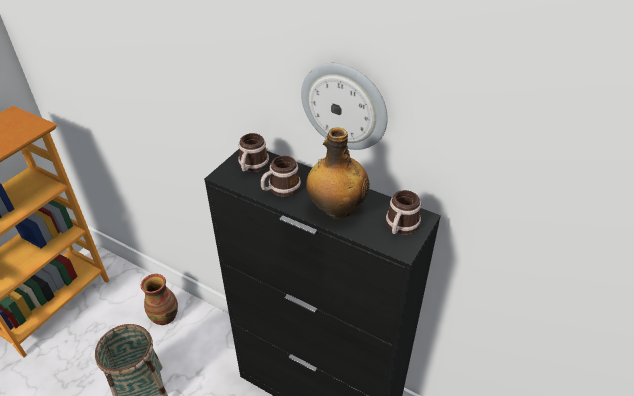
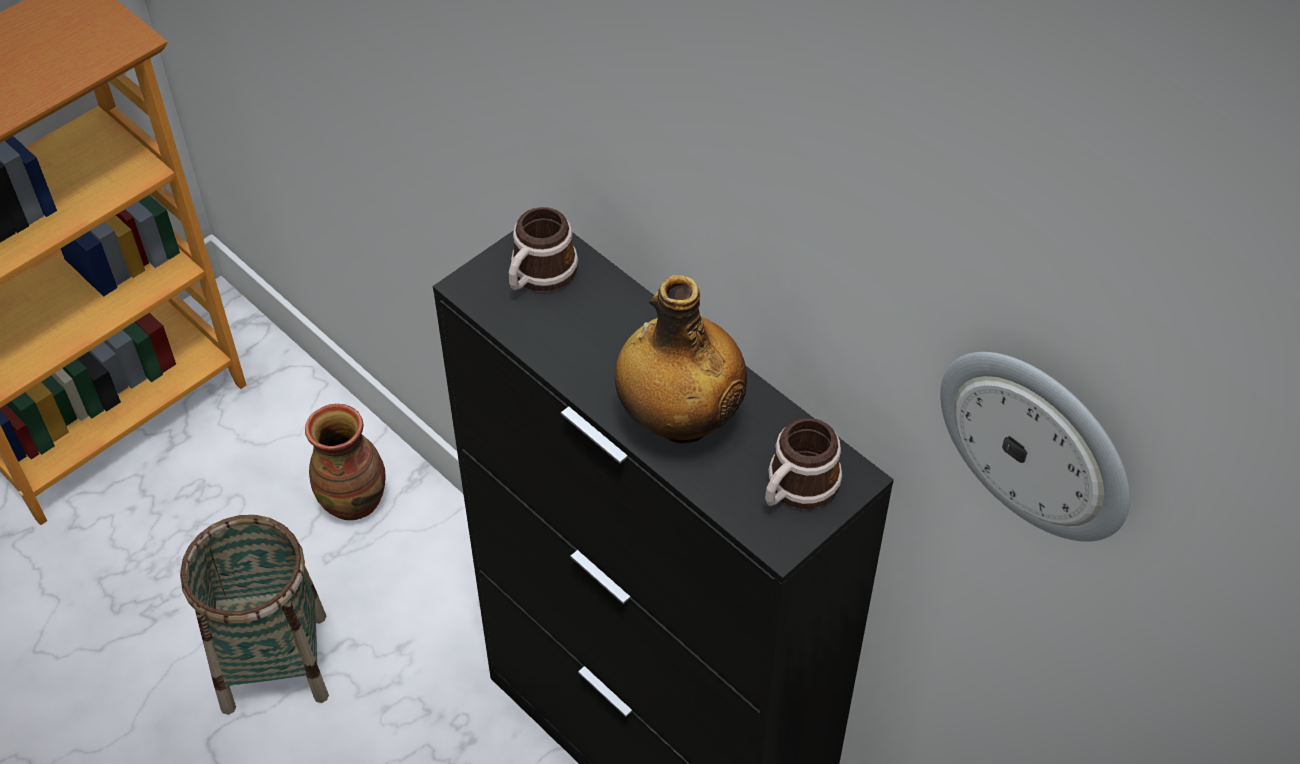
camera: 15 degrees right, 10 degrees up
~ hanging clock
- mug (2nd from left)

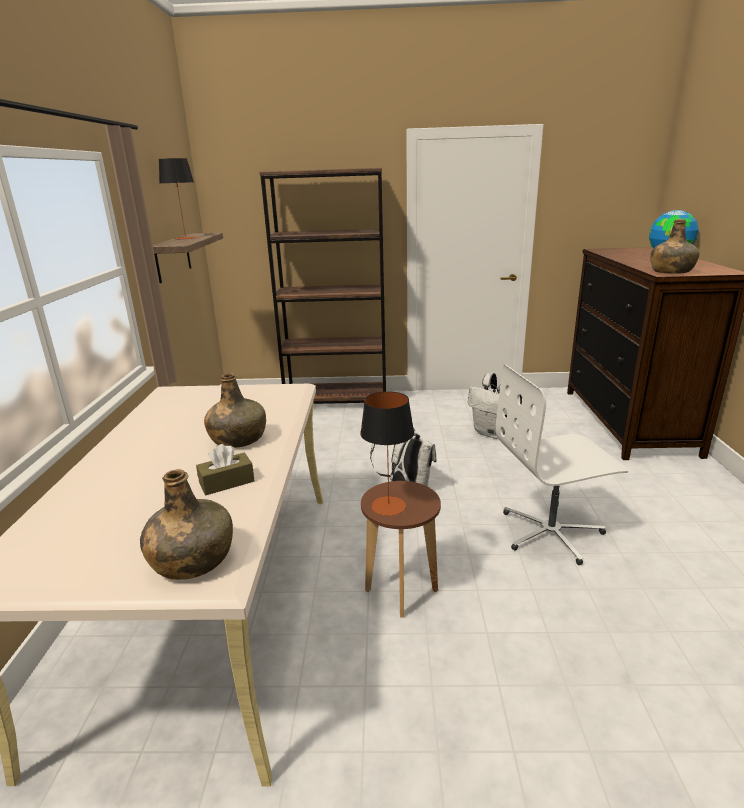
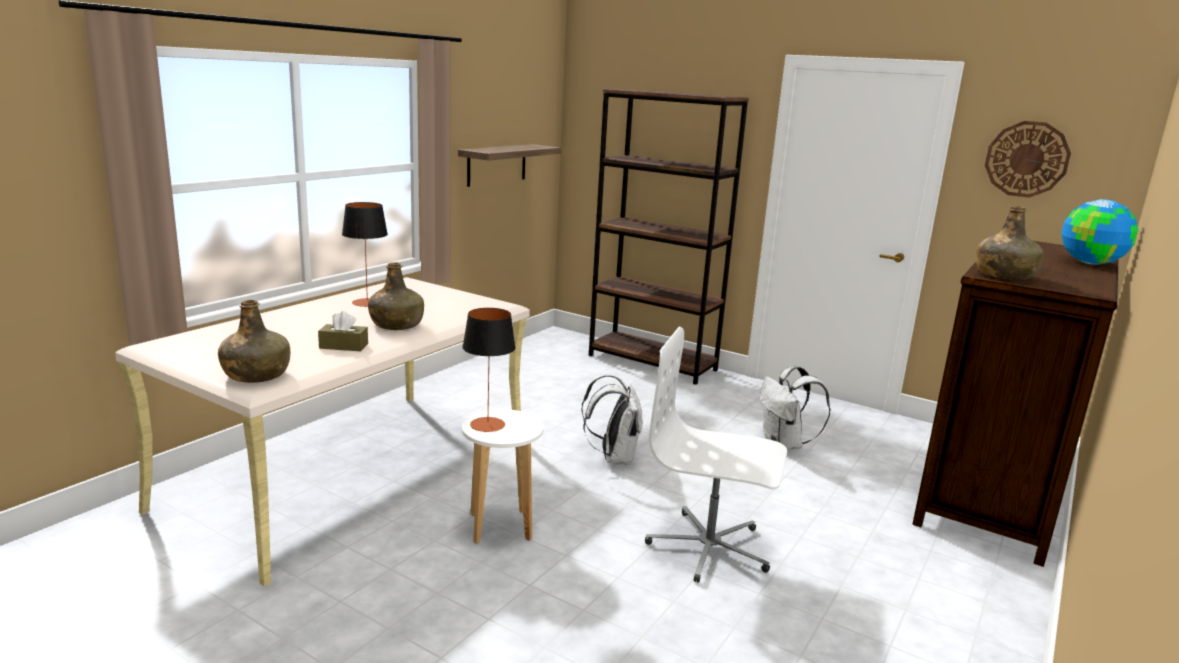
camera: 30 degrees right, 5 degrees down
~ lamp for a table (1st from left)
~ brown-coloured stool to white stool
+ hanging clock

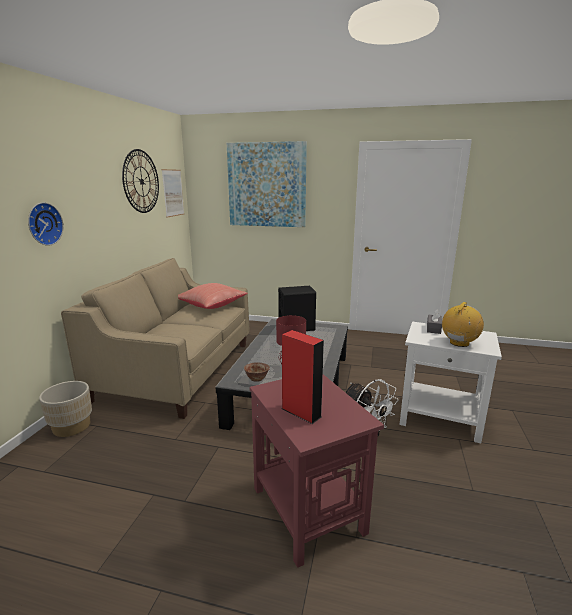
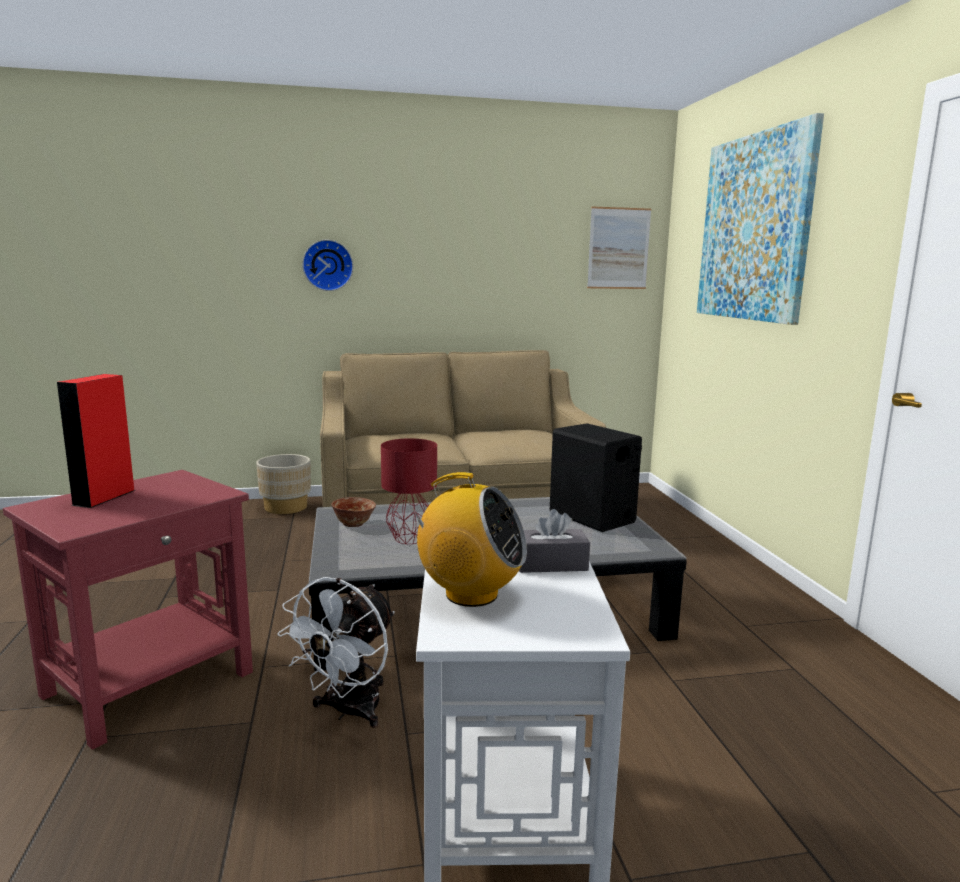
camera: 65 degrees right, 5 degrees down
- hanging clock (2nd from left)
- red-coloured cushion

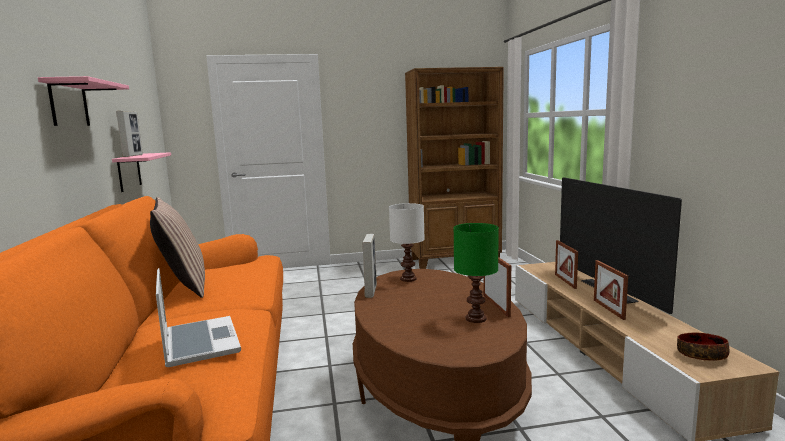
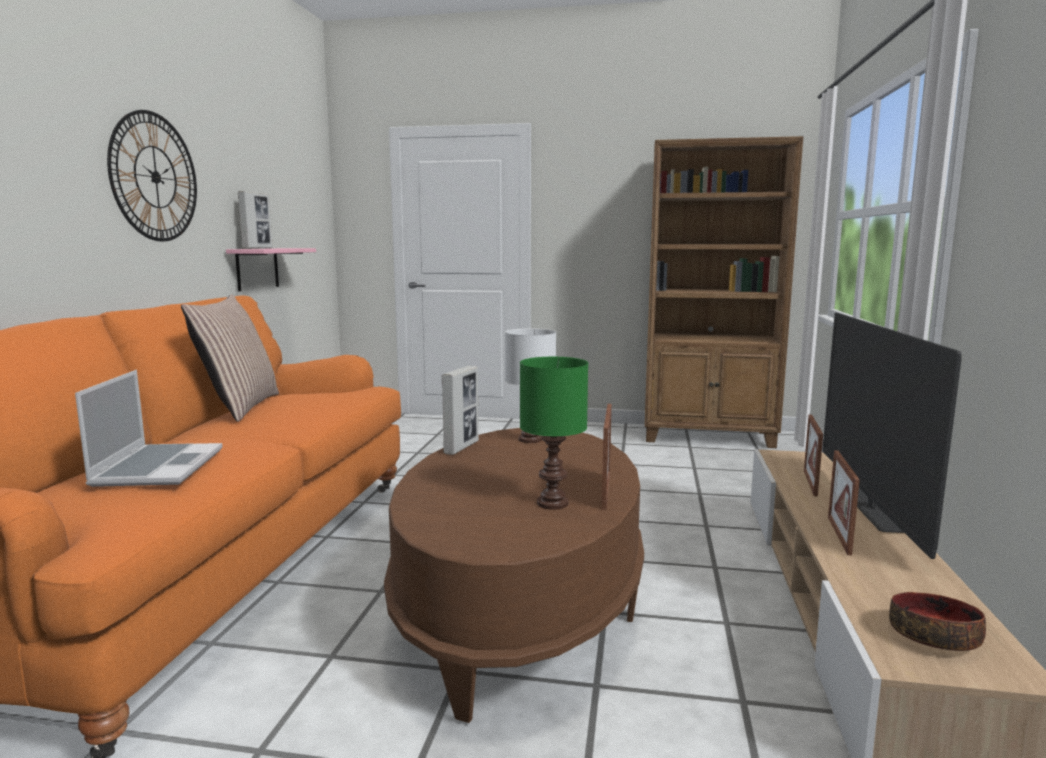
camera: 20 degrees right, 0 degrees up
~ pink shelf (1st from left) to hanging clock

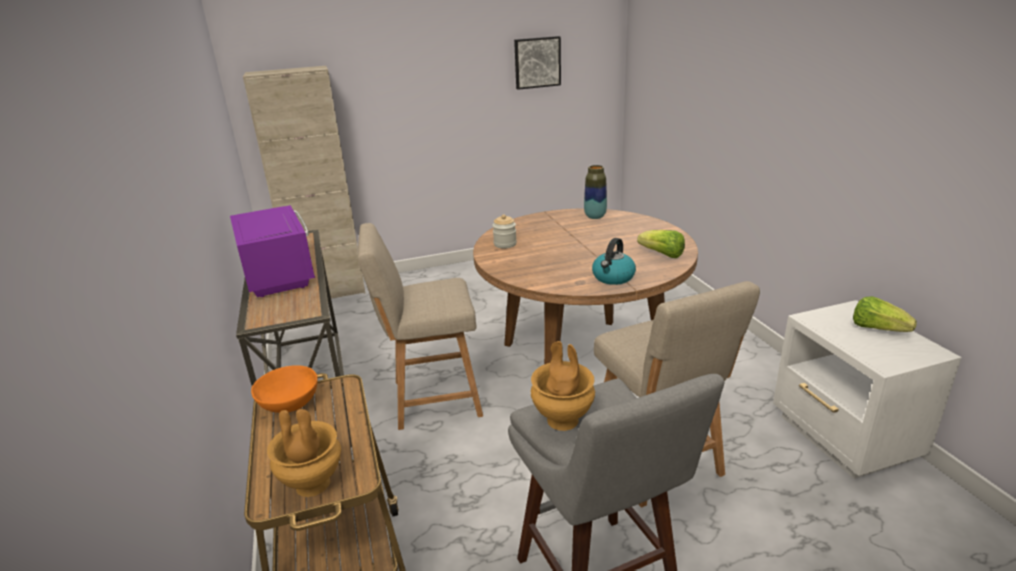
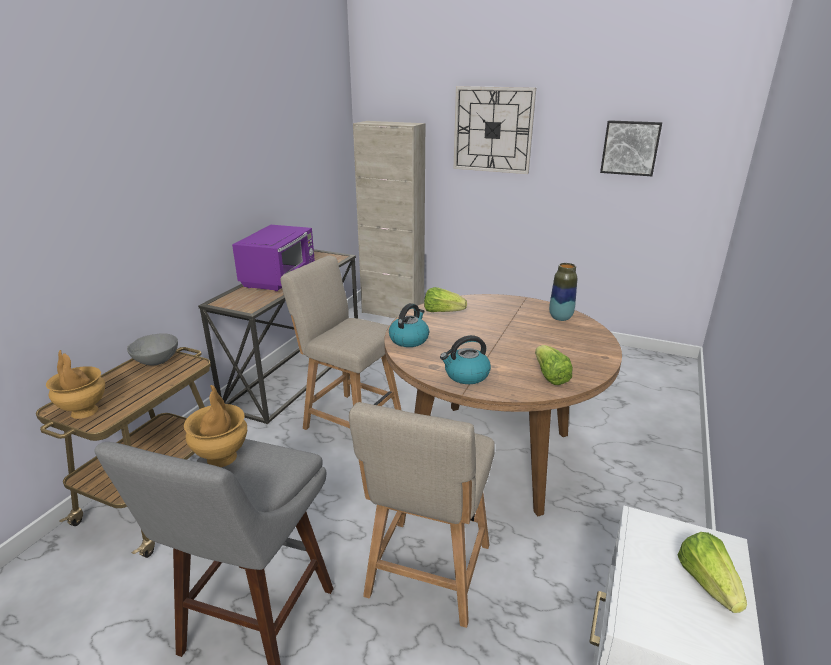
camera: 40 degrees right, 0 degrees up
~ preserve jar to lettuce (1st from left)
~ orangey serving bowl to grey serving bowl
+ hanging clock
+ tea kettle (1st from left)

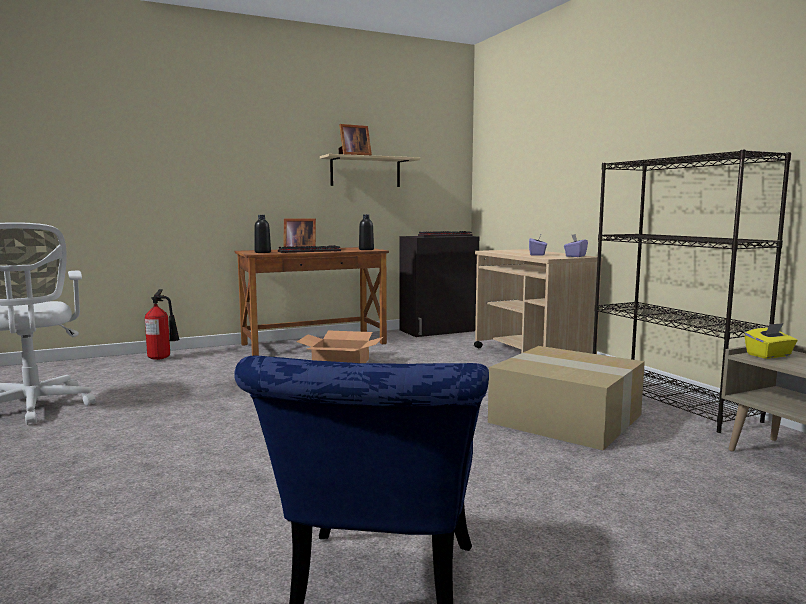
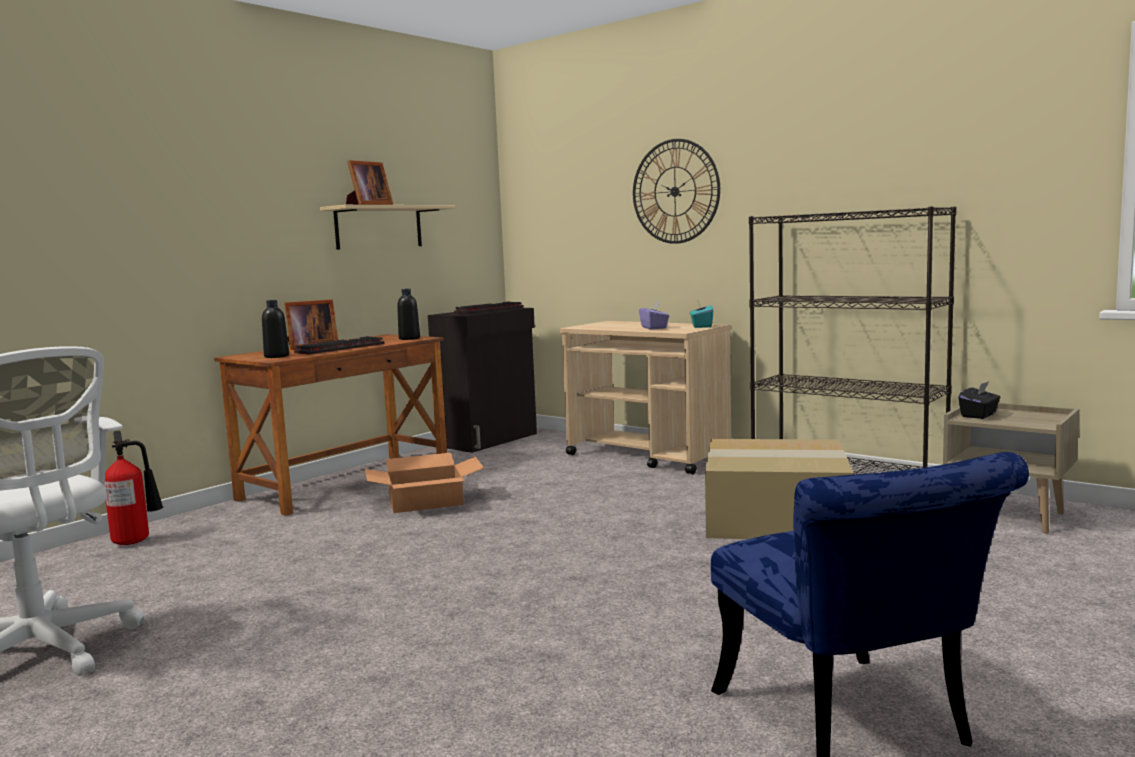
camera: 25 degrees left, 0 degrees up
~ purple-coloured box of tissues (2nd from left) to blue-green box of tissues
~ yellow box of tissues to black box of tissues
+ hanging clock

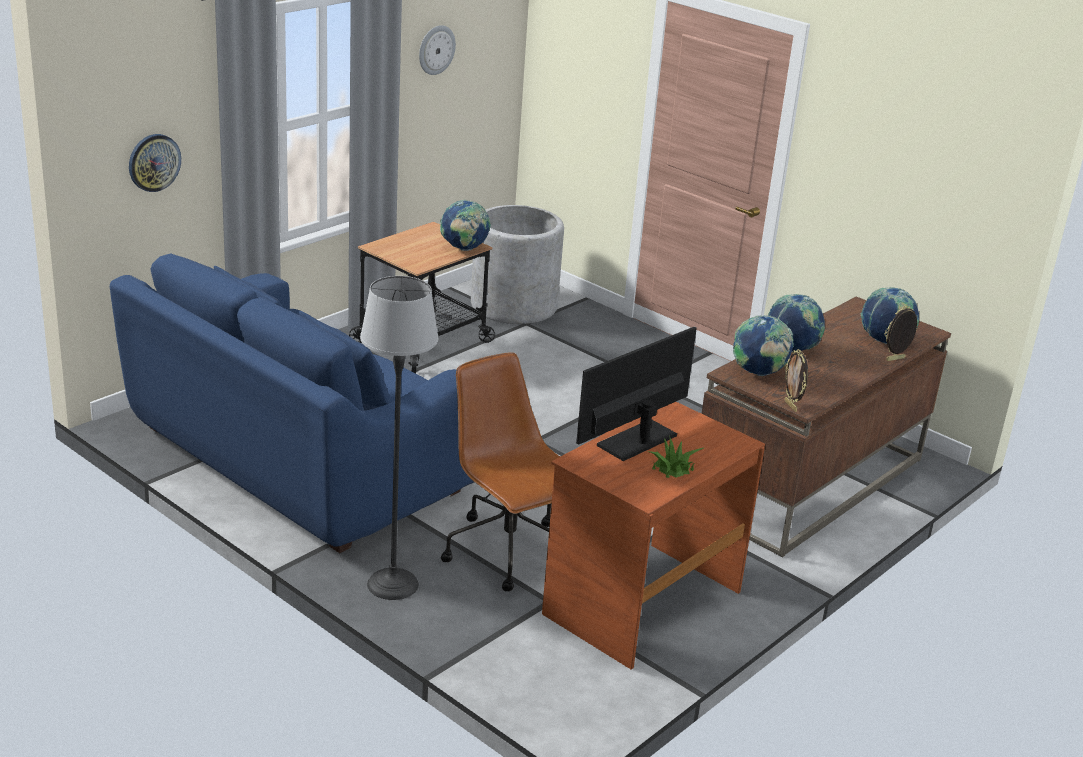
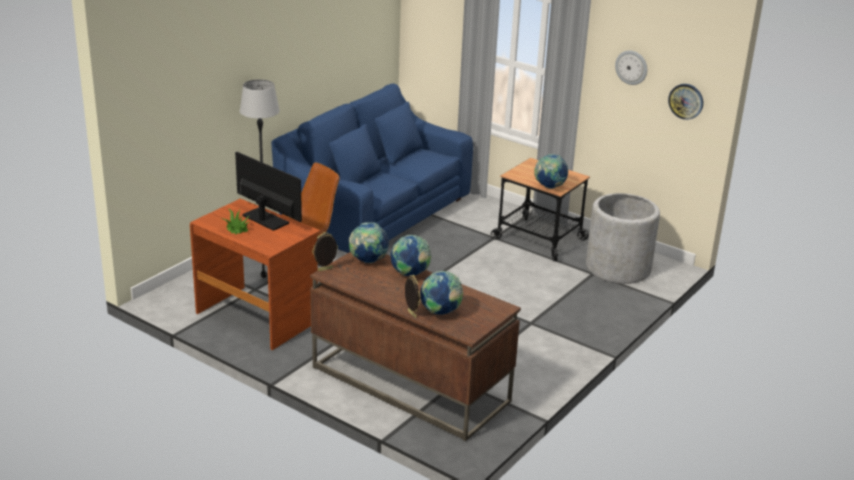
camera: 85 degrees right, 0 degrees up
~ hanging clock (1st from left in the first image) to hanging clock (2nd from left)

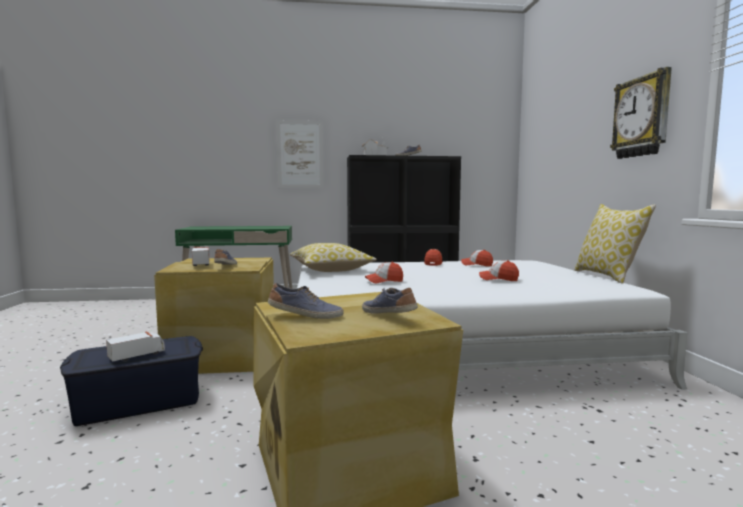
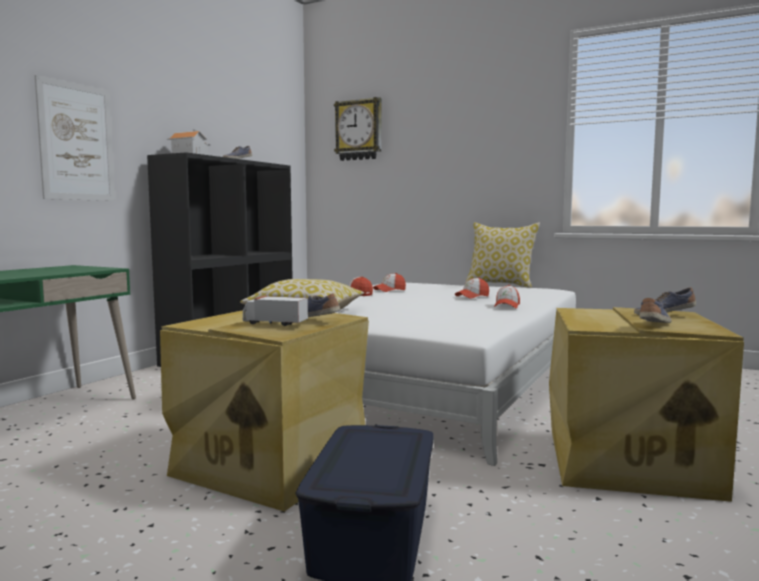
camera: 55 degrees left, 0 degrees up
~ hanging clock
~ baseball cap (1st from left in the first image) to baseball cap (4th from left)
- toy lorry (1st from left)

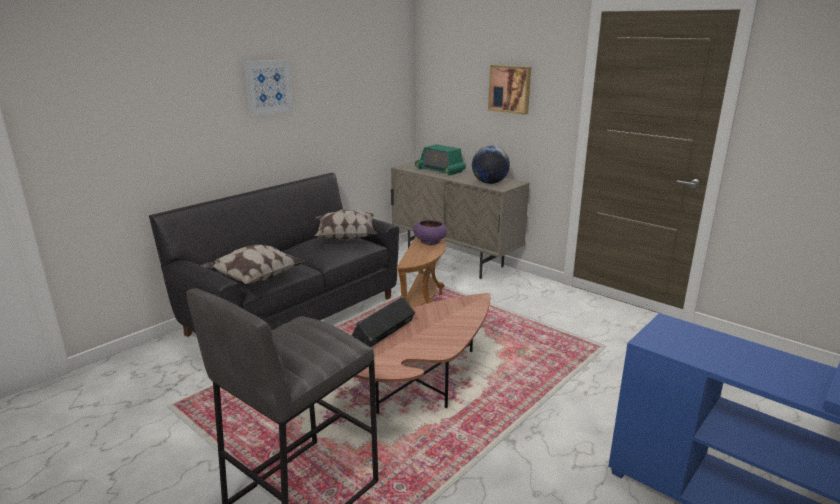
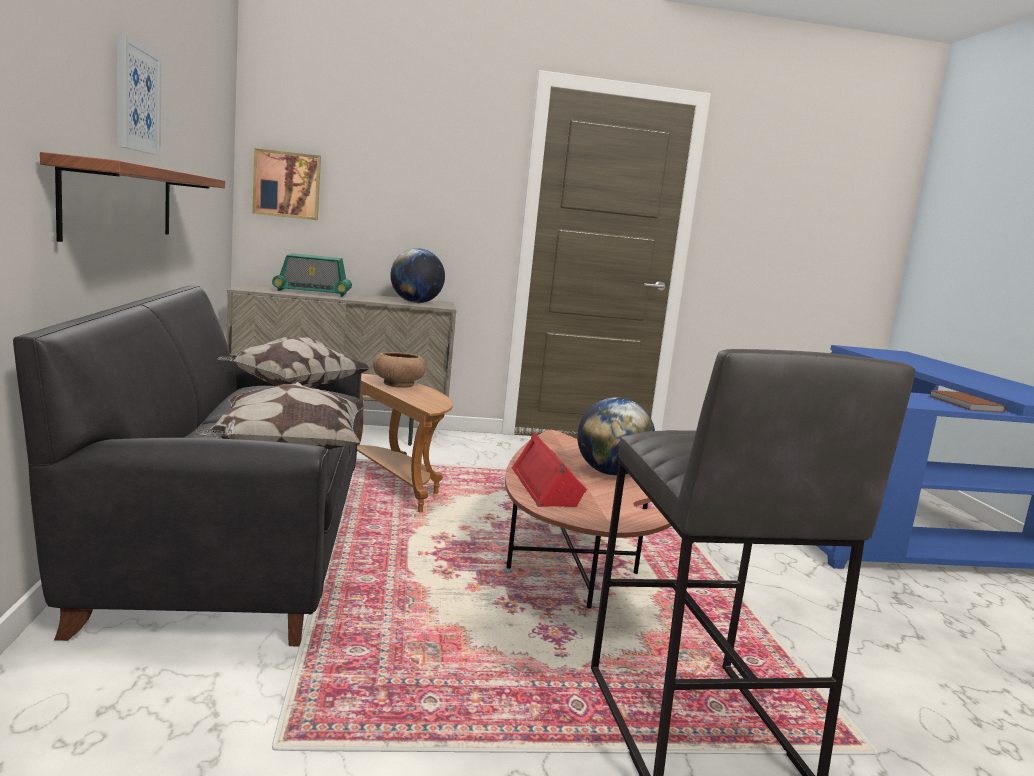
camera: 50 degrees left, 10 degrees down
~ wall art (2nd from left)
~ purple-coloured serving bowl to brown-coloured serving bowl
~ black speaker to red-coloured speaker
+ shelf
+ brown-coloured bound book
+ world globe (2nd from left)

